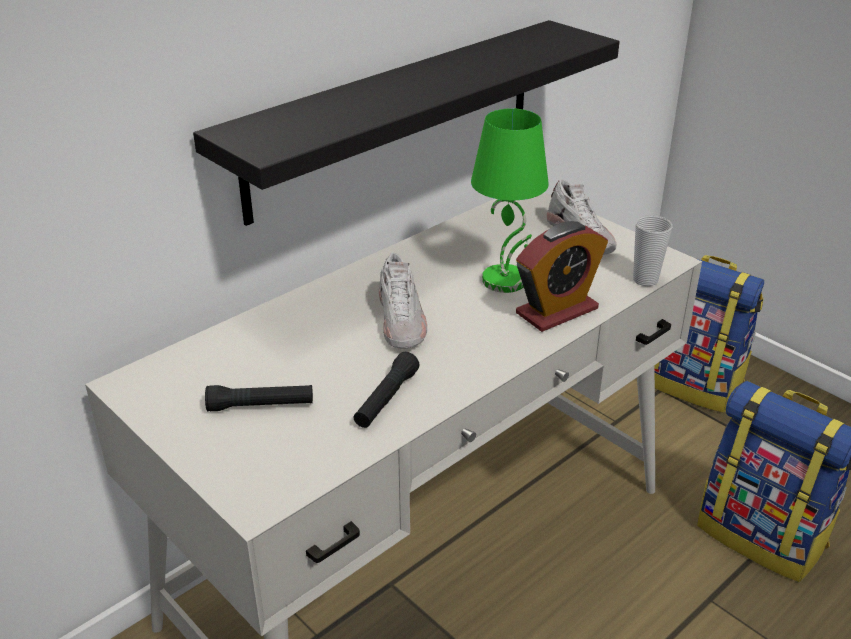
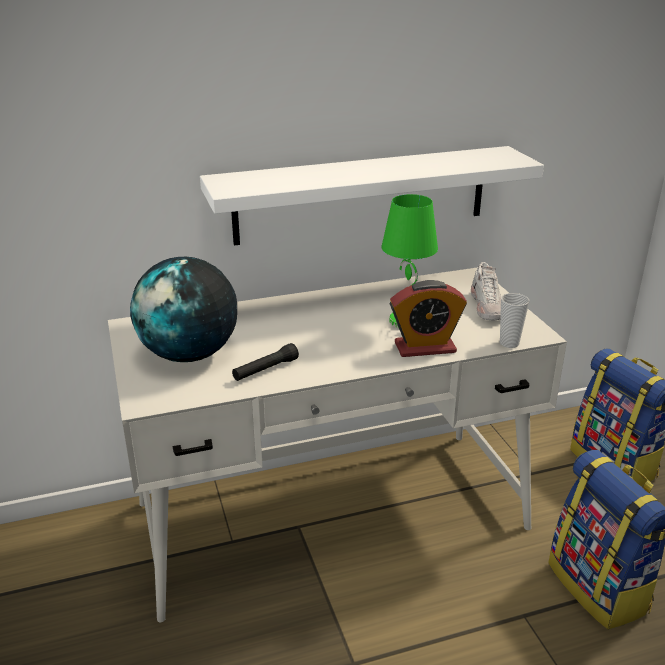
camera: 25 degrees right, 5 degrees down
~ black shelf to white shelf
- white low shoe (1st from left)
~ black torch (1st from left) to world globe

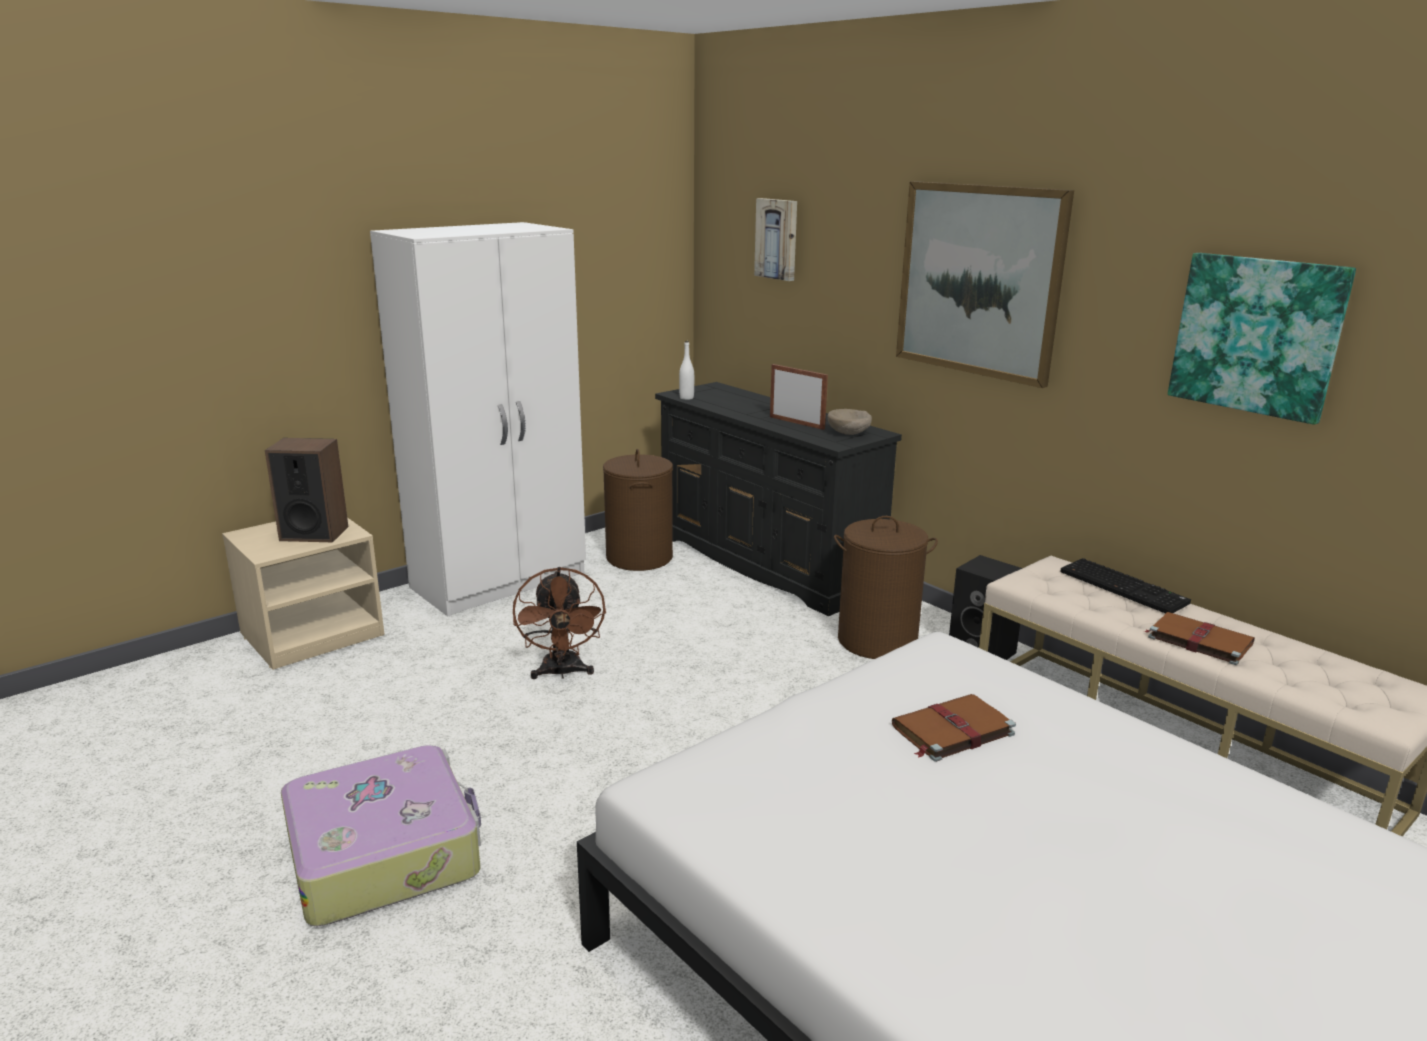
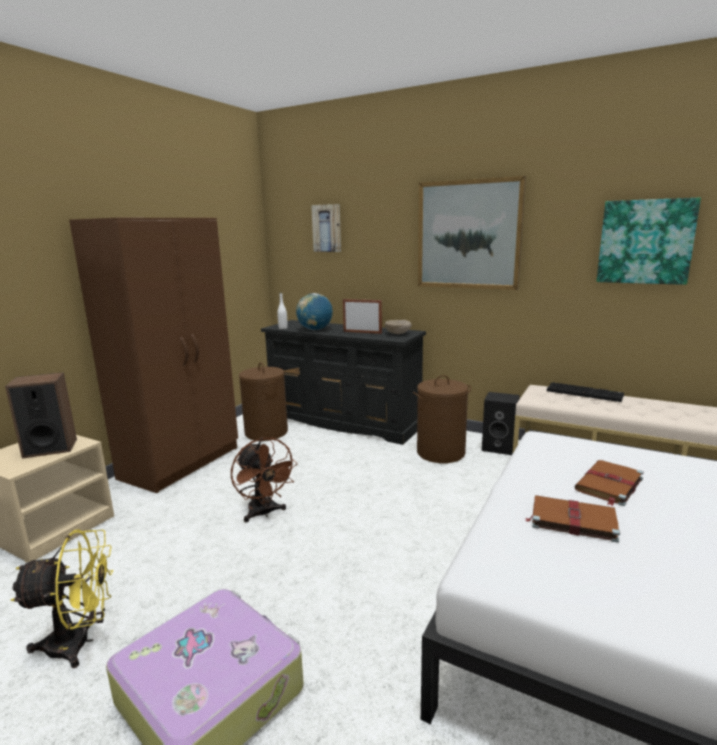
camera: 20 degrees left, 5 degrees down
~ white wardrobe to brown-coloured wardrobe
~ brown-coloured bound book (2nd from left in the first image) to brown-coloured bound book (1st from left)
+ world globe
+ yellow fan

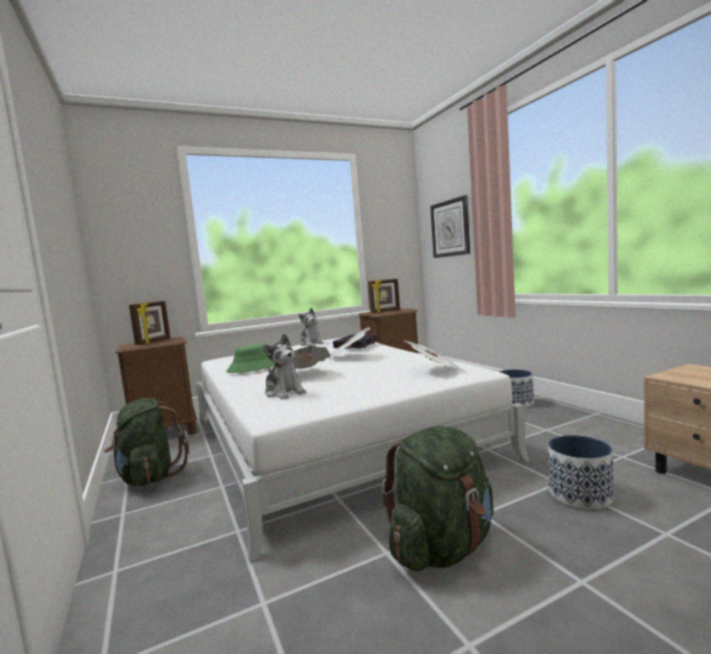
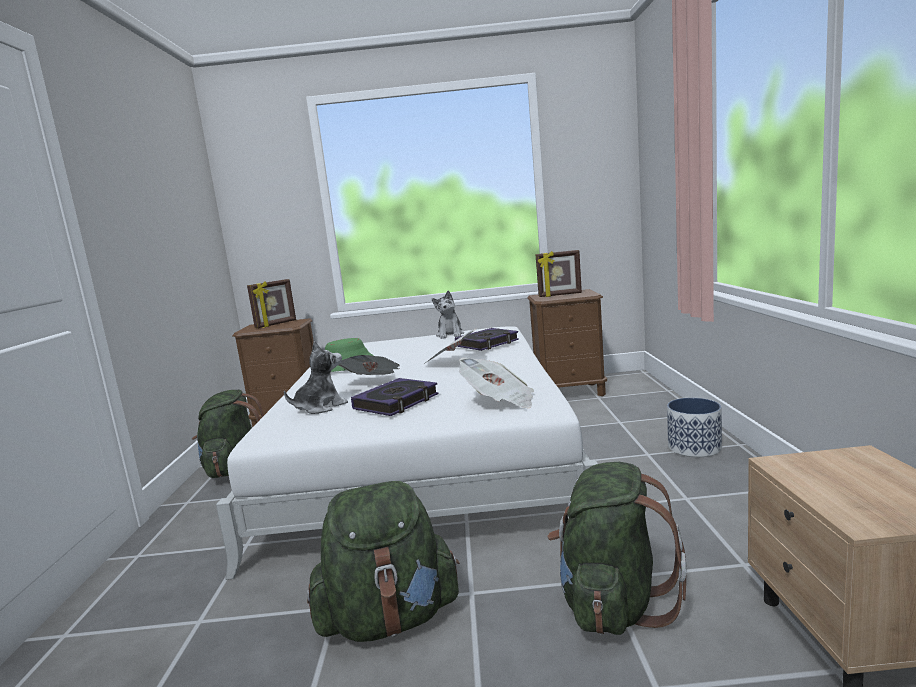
camera: 25 degrees right, 5 degrees up
- hanging clock
~ soft toy (1st from left) 120 degrees counterclockwise
~ flower pot (2nd from left) to green knapsack (3rd from left)
+ bound book (1st from left)

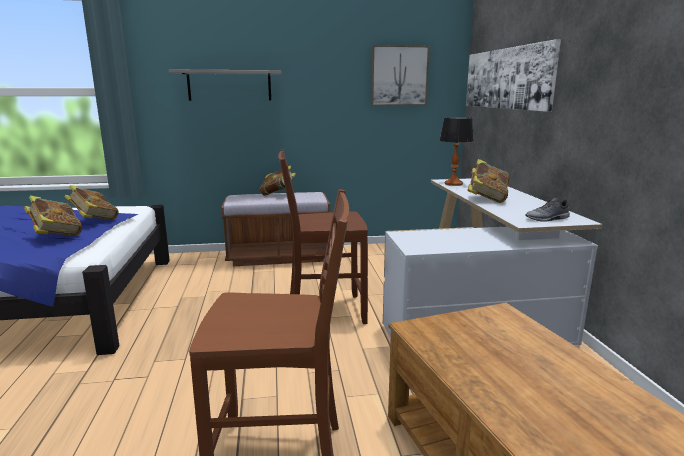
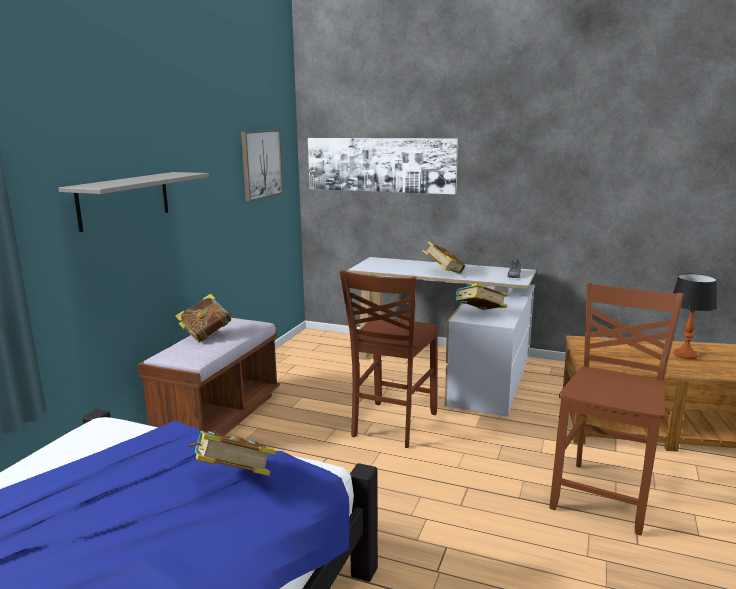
camera: 60 degrees left, 0 degrees up
~ lamp for a table
~ bound book (2nd from left in the first image) to bound book (4th from left)

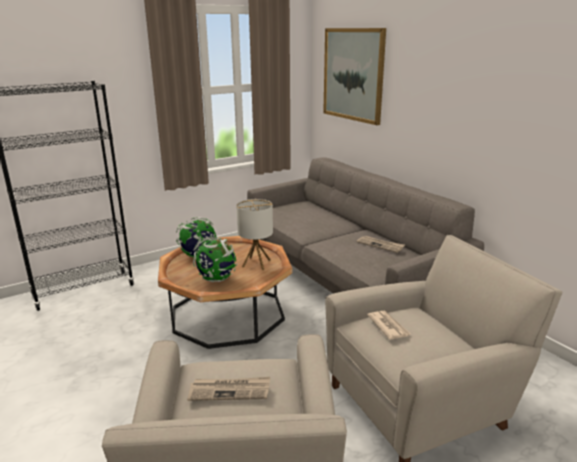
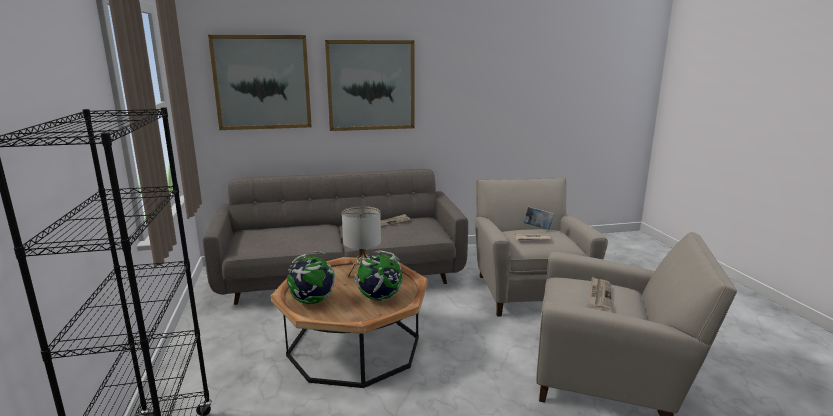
camera: 70 degrees left, 5 degrees down
+ wall art (2nd from left)
+ bound book

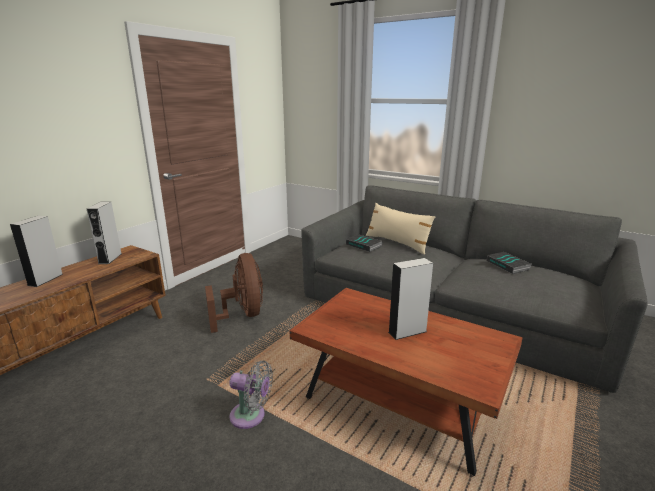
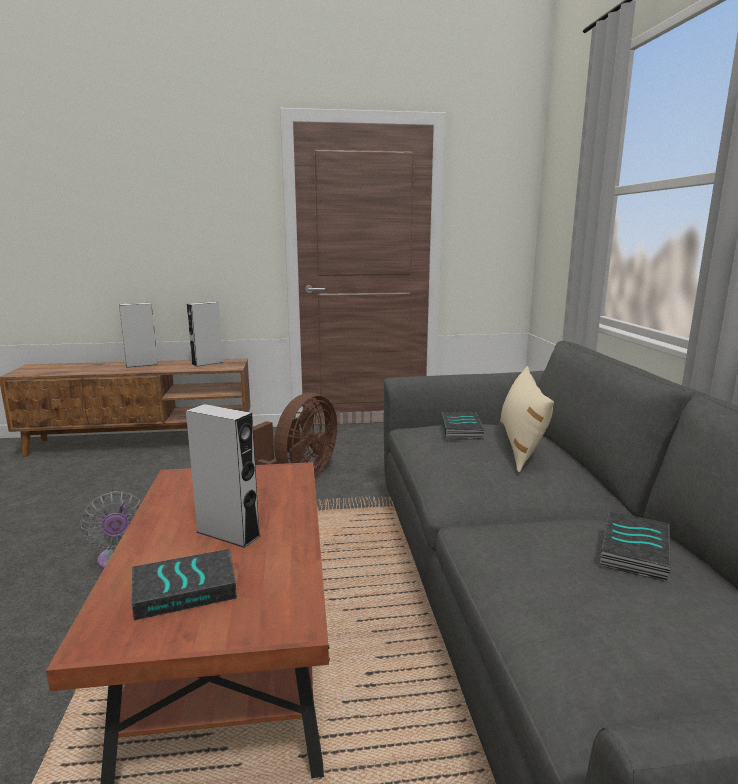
camera: 50 degrees right, 5 degrees down
+ bound book (1st from left)

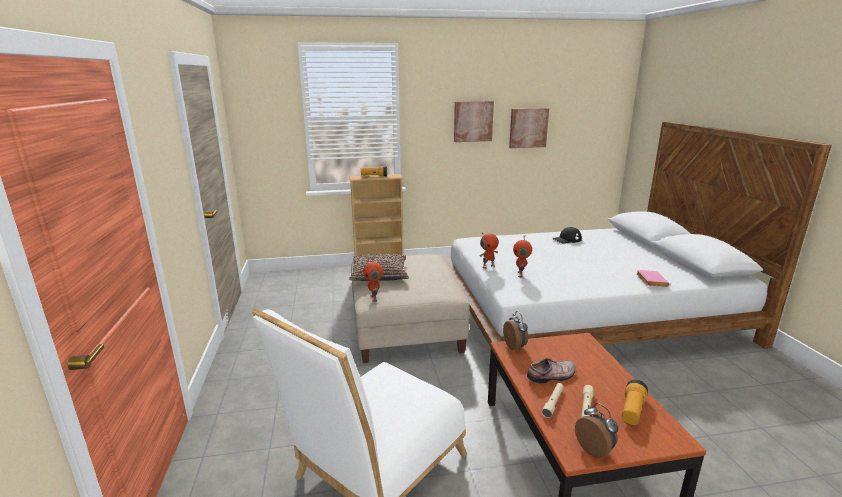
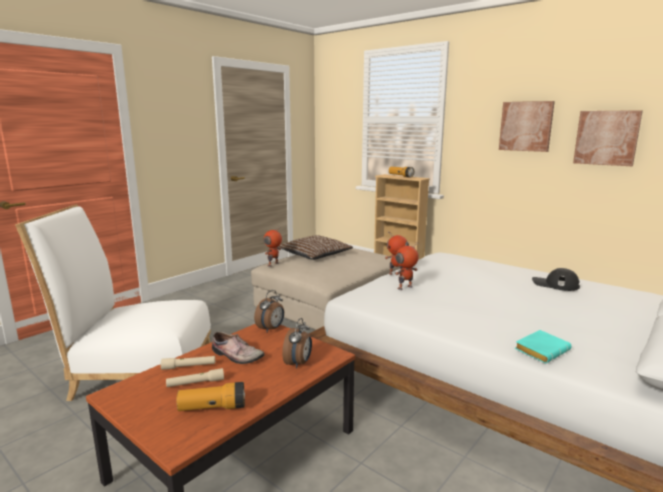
camera: 50 degrees right, 5 degrees down
~ pink bound book to blue-green bound book
~ table clock (2nd from left)

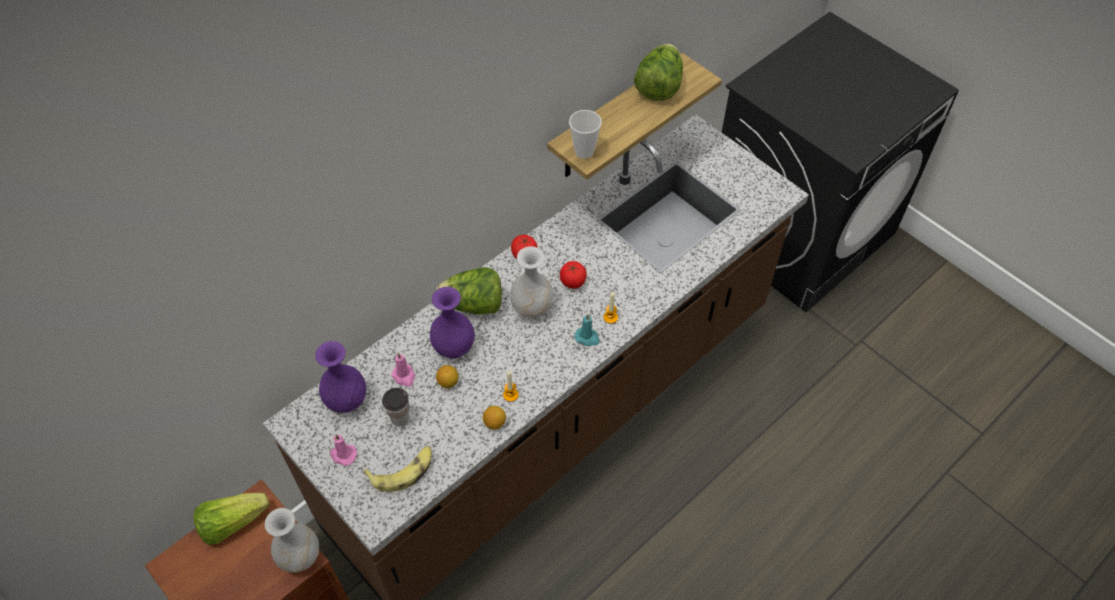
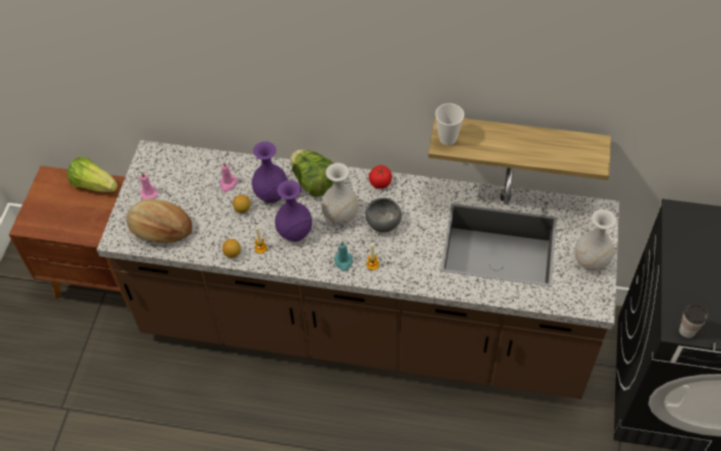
camera: 55 degrees right, 0 degrees up
- lettuce (3rd from left)
~ tomato (2nd from left) to grey serving bowl
~ purple-coloured decorative vase (1st from left in the first image) to purple-coloured decorative vase (2nd from left)
~ small cup (1st from left in the first image) to small cup (2nd from left)
~ banana fruit to bakery bread
~ white decorative vase (1st from left in the first image) to white decorative vase (2nd from left)

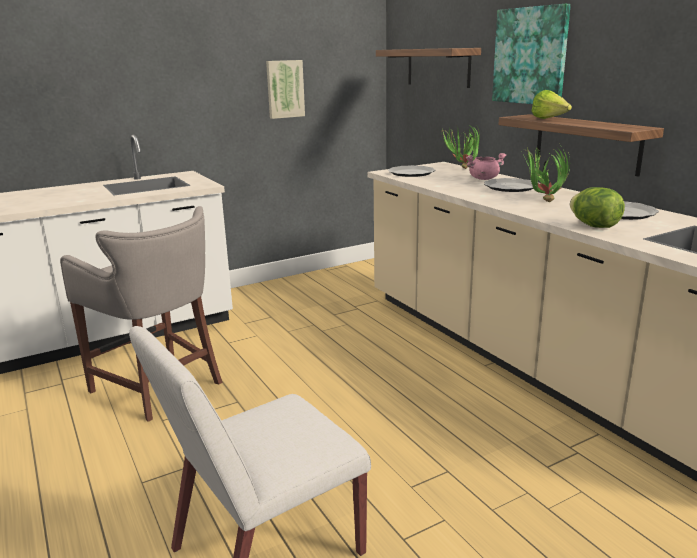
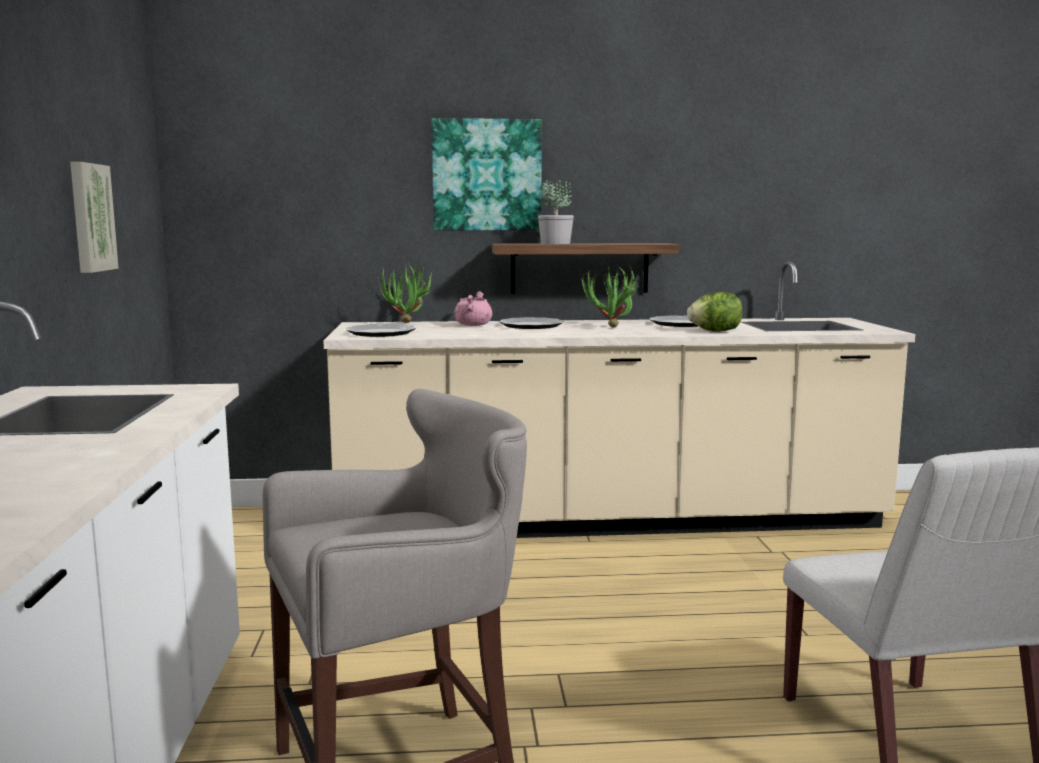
camera: 65 degrees left, 10 degrees down
- shelf (1st from left)
~ lettuce (1st from left) to plant in a pot (2nd from left)

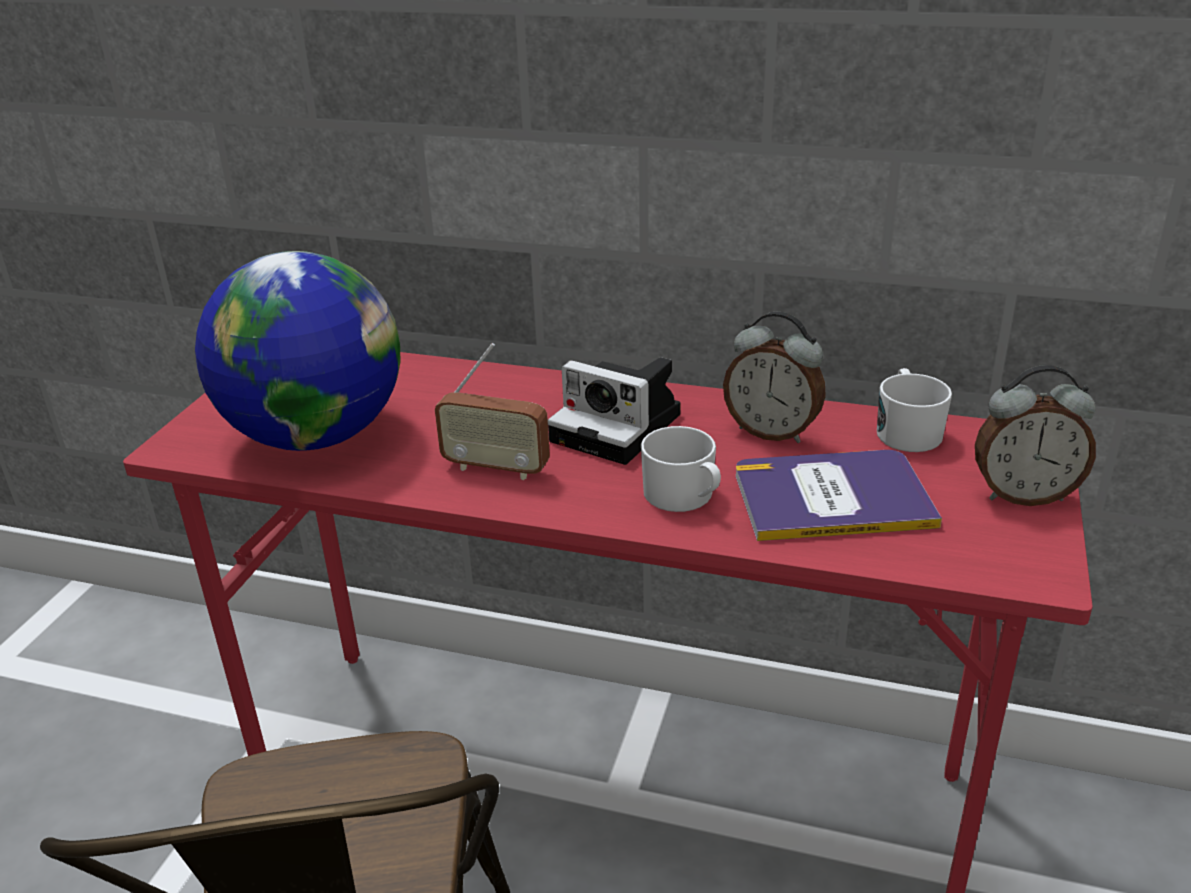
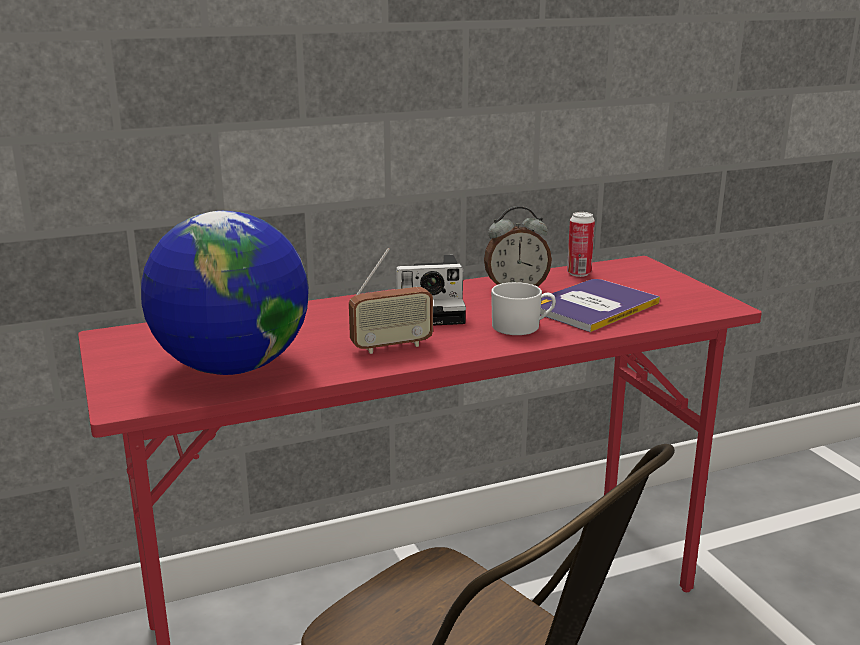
camera: 40 degrees left, 10 degrees down
- table clock (2nd from left)
~ white mug (2nd from left) to can

